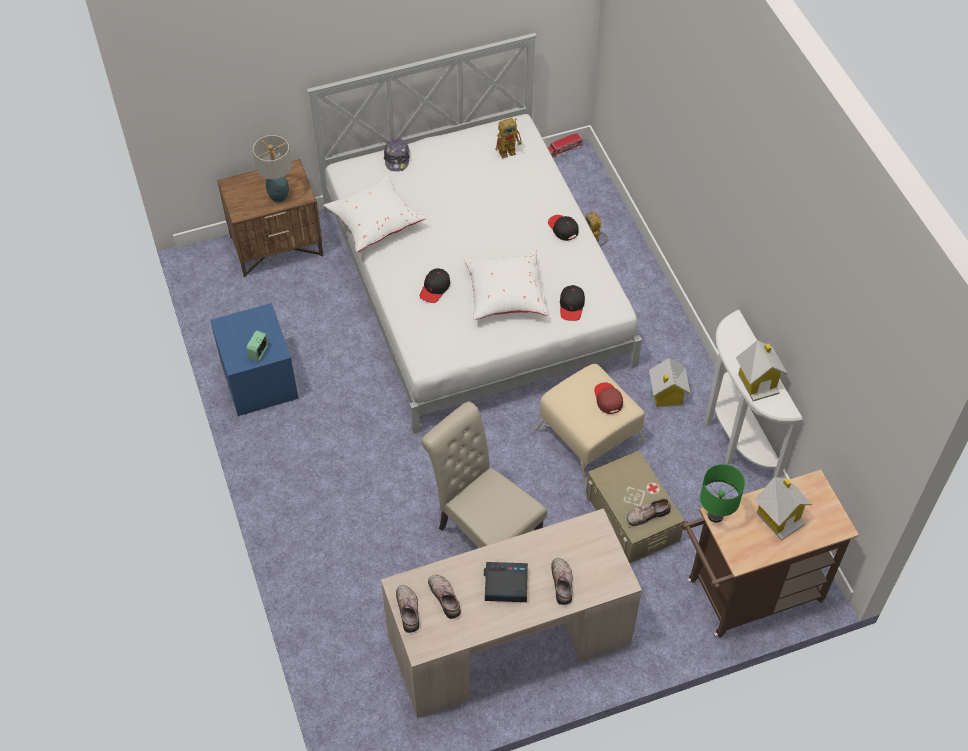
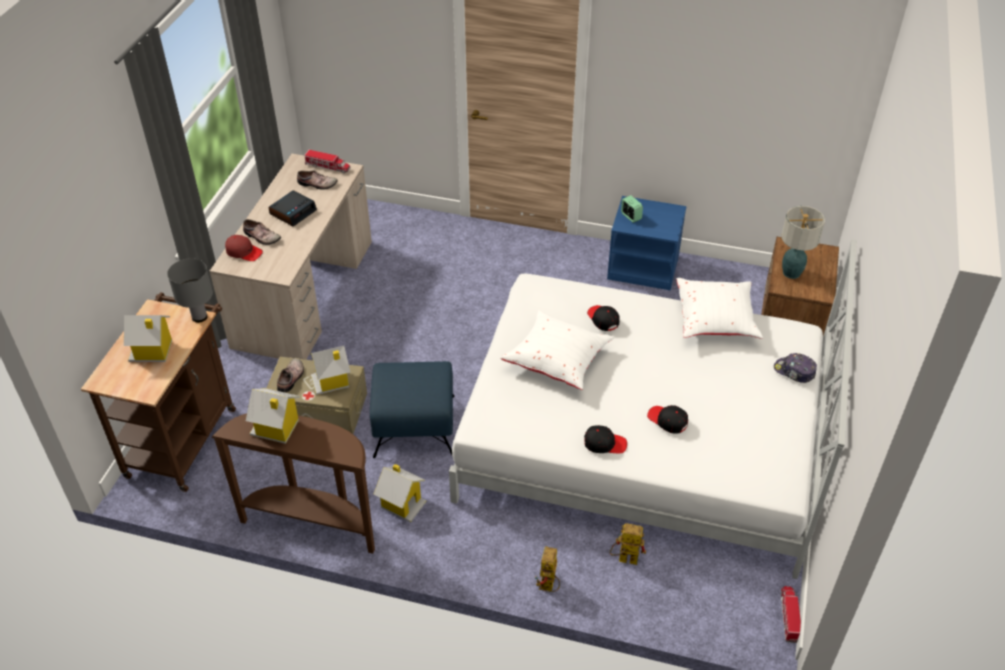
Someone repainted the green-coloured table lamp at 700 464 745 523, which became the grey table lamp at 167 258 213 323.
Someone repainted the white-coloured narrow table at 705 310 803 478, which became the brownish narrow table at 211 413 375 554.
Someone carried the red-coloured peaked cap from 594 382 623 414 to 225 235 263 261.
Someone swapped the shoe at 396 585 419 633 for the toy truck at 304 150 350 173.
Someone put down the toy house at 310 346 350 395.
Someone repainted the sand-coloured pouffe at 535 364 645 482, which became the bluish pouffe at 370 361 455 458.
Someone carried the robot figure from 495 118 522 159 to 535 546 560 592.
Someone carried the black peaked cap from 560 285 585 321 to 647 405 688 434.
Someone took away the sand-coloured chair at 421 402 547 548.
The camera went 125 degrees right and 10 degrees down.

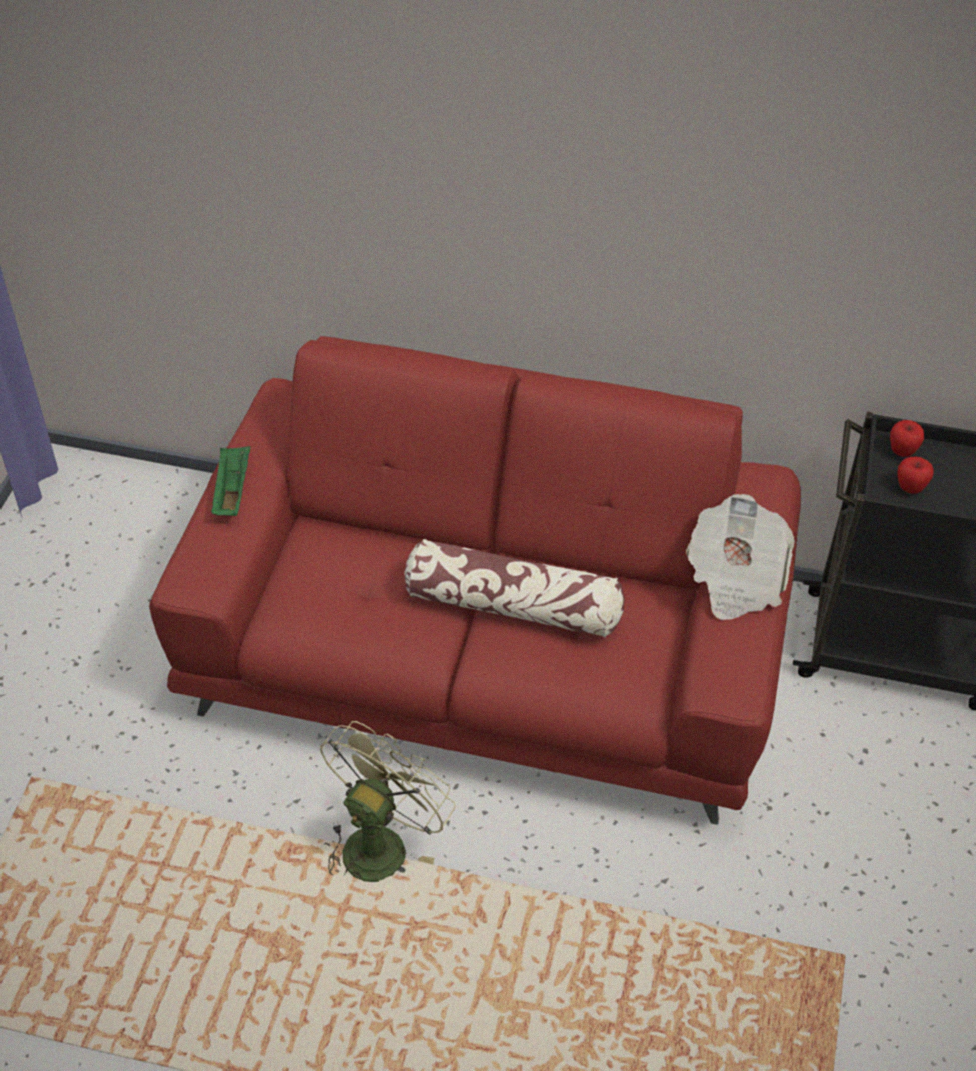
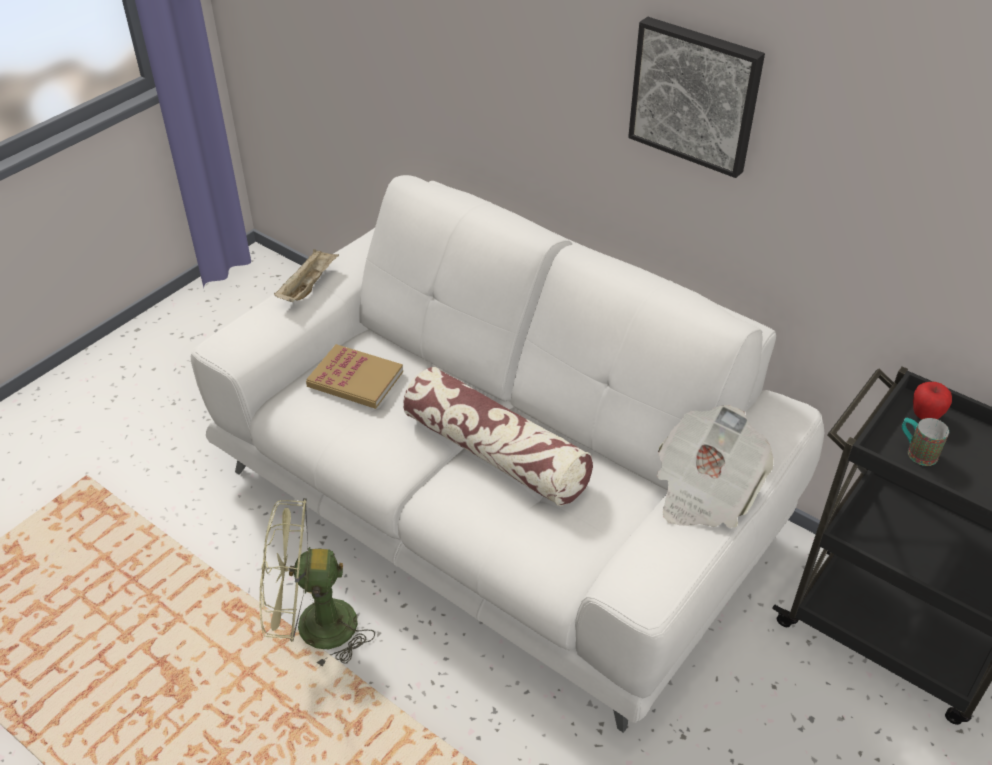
Someone repainted the red-coloured settee at 149 336 801 825, which became the white-coloured settee at 191 175 824 733.
Someone rotated the green-coloured cooling fan at 320 721 455 882 by 150 degrees counterclockwise.
Someone repainted the green-coloured carrying tray at 211 446 251 516, which became the sand-coloured carrying tray at 274 249 339 302.
Someone put down the volume at 306 344 403 409.
Someone put up the wall art at 628 17 765 178.
Someone swapped the apple fruit at 898 457 934 494 for the mug at 902 418 949 466.
The camera went 25 degrees right and 5 degrees down.

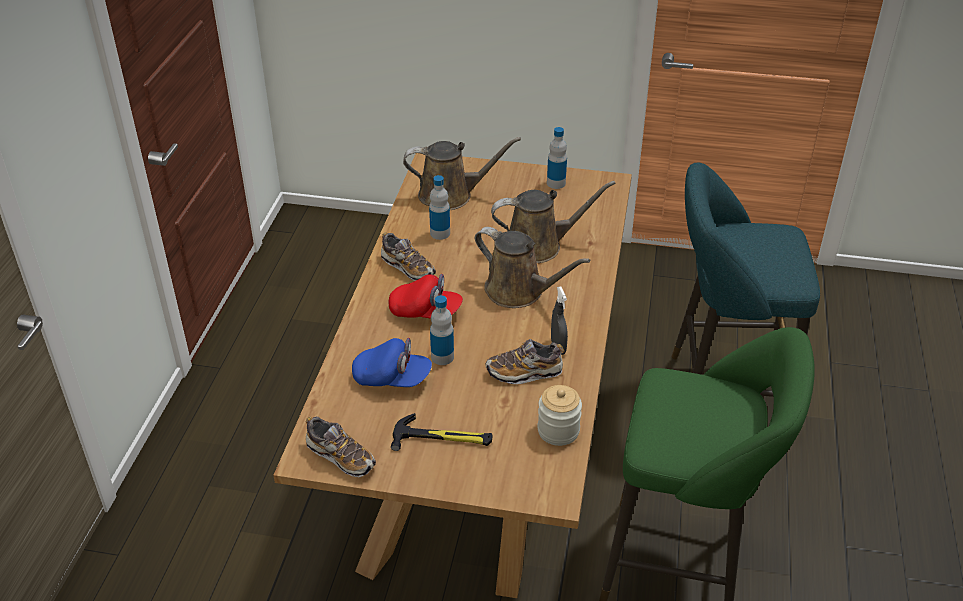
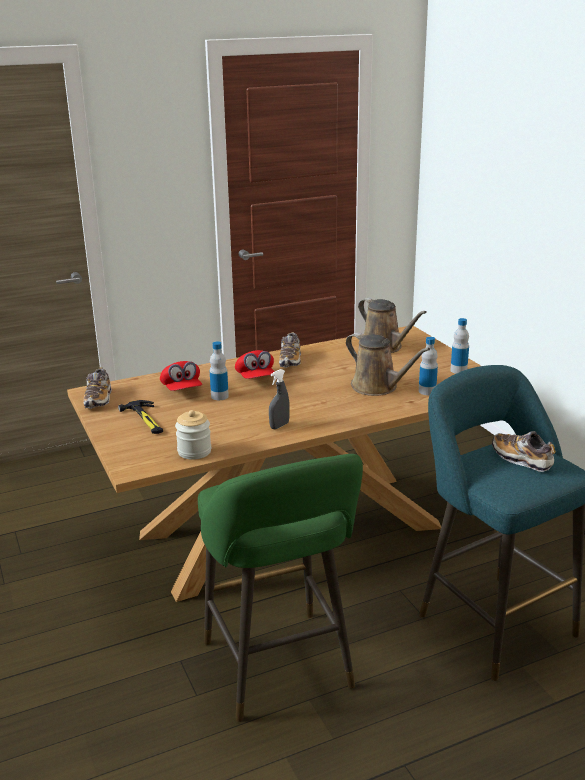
Someone repainted the bluish peaked cap at 352 338 432 387, which became the red-coloured peaked cap at 160 361 202 391.
Someone carried the drink bottle from 429 175 450 240 to 419 337 438 395.
Someone carried the shoe from 485 339 564 384 to 492 431 556 472.
Someone took away the brownish watering pot at 475 227 591 308.
The camera went 55 degrees right and 15 degrees down.

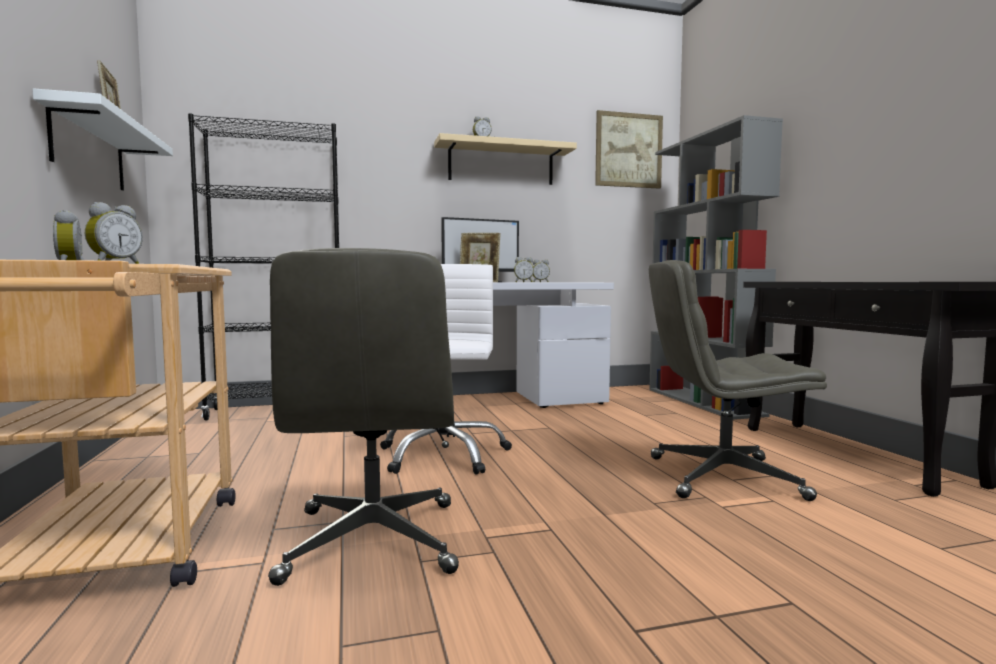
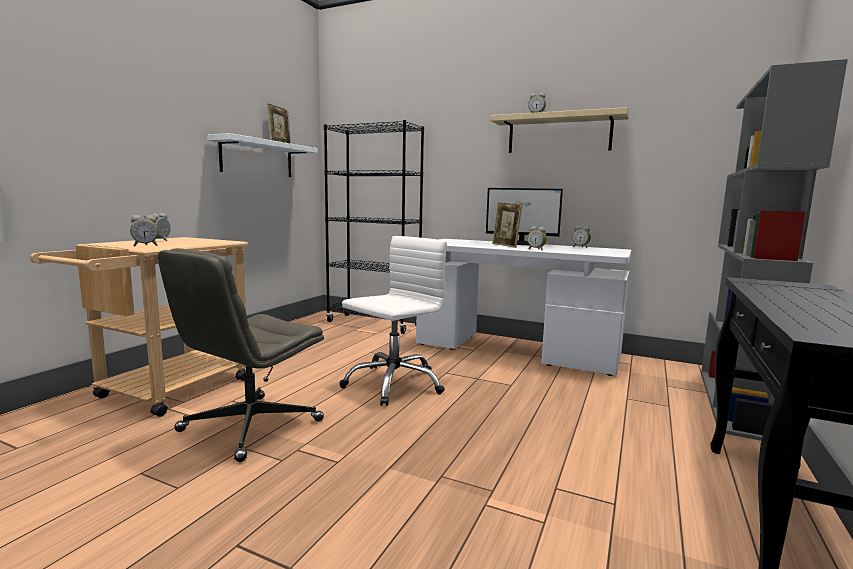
Someone took away the wall art at 595 110 663 189.
Someone took away the grey computer chair at 649 260 827 501.
The camera went 40 degrees right and 5 degrees up.

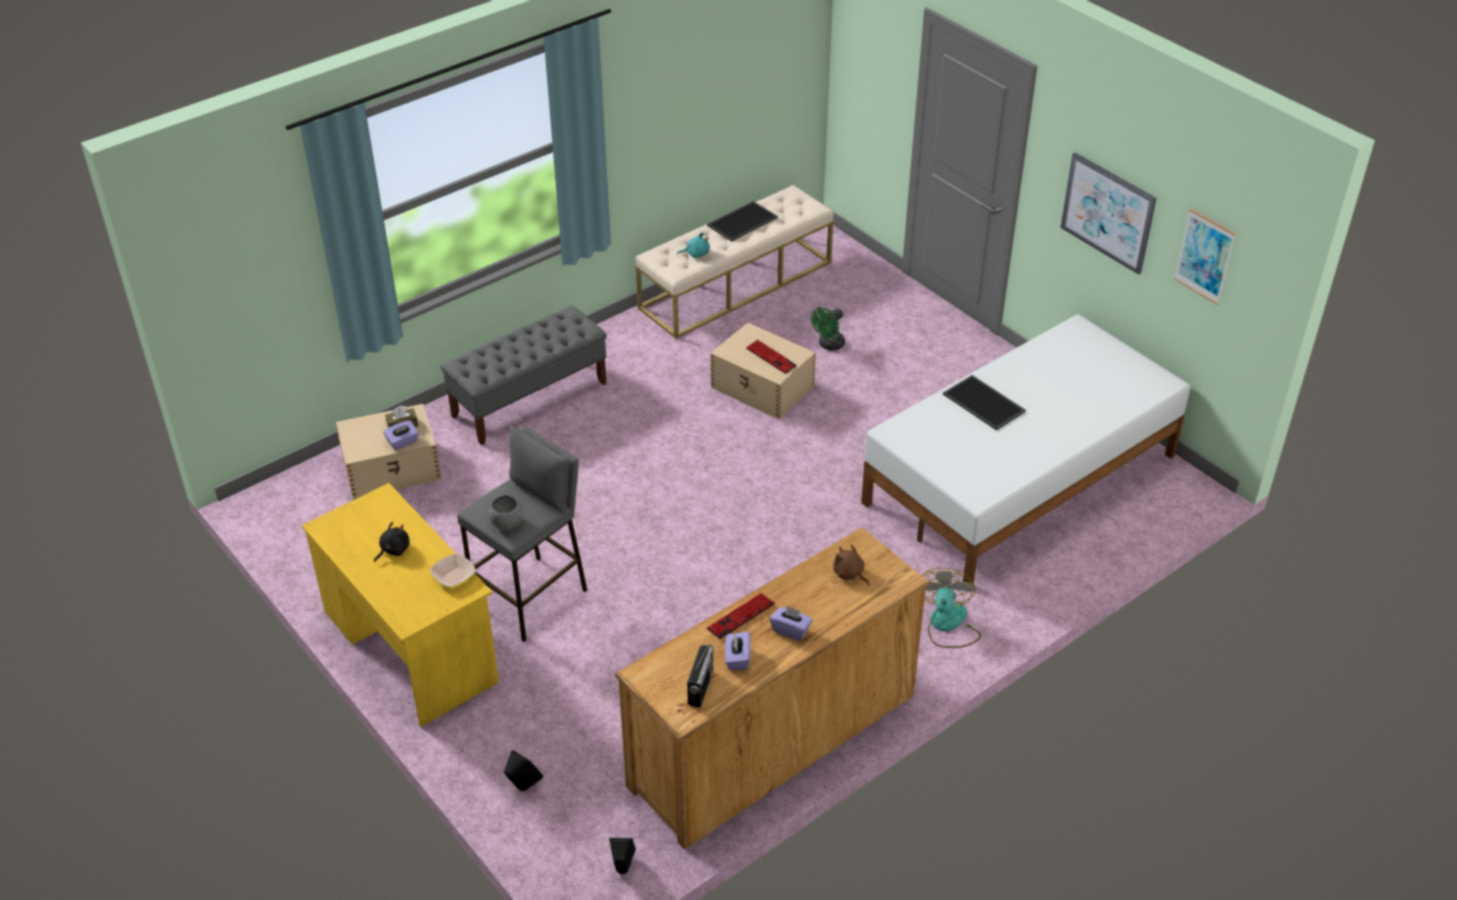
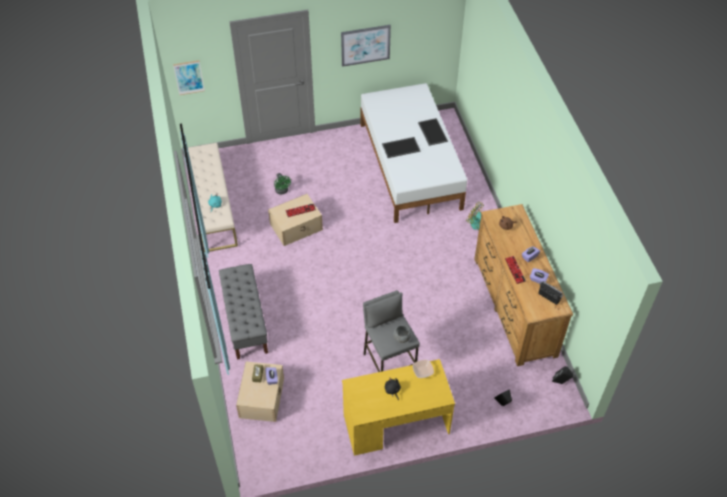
Someone carried the wall art from 1174 209 1236 305 to 173 61 205 95.
Someone carried the carrying tray from 707 201 778 242 to 418 118 448 146.
The camera went 65 degrees left and 10 degrees up.

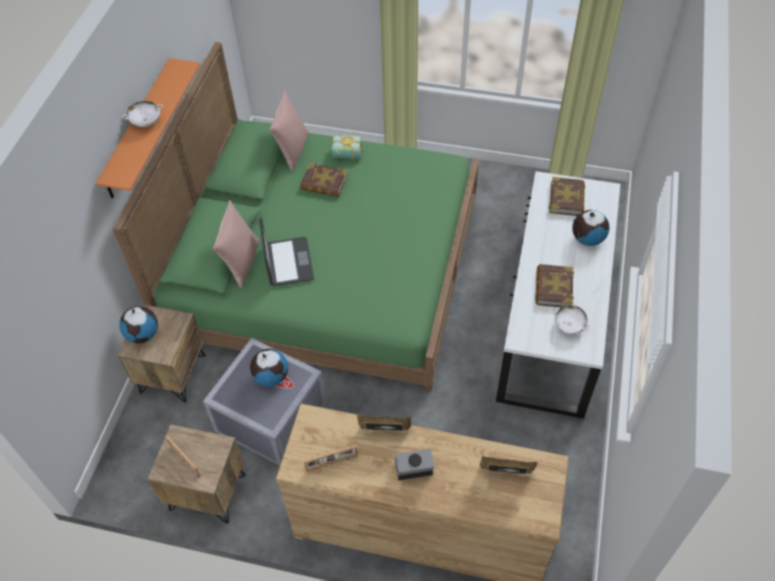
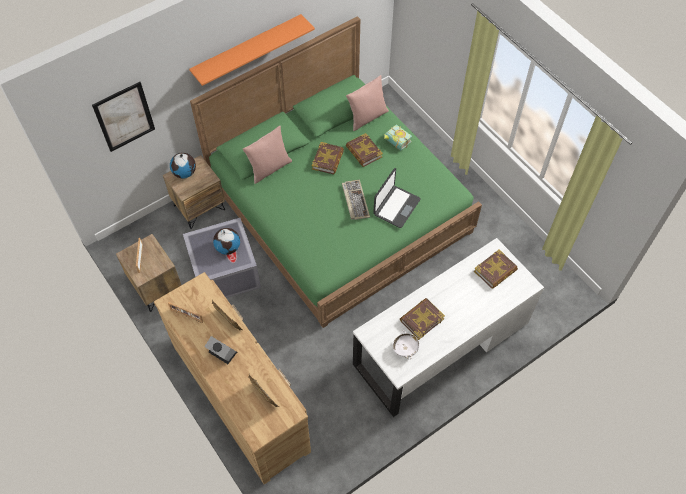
Someone put up the wall art at 92 82 155 152.
Someone put down the volume at 312 142 344 174.
Someone put down the keyboard at 342 180 370 220.
Someone carried the portable computer from 259 217 314 286 to 373 168 421 228.
Someone took away the white-coloured serving bowl at 122 101 163 127.
Someone took away the globe at 572 210 609 246.
The camera went 40 degrees right and 5 degrees up.

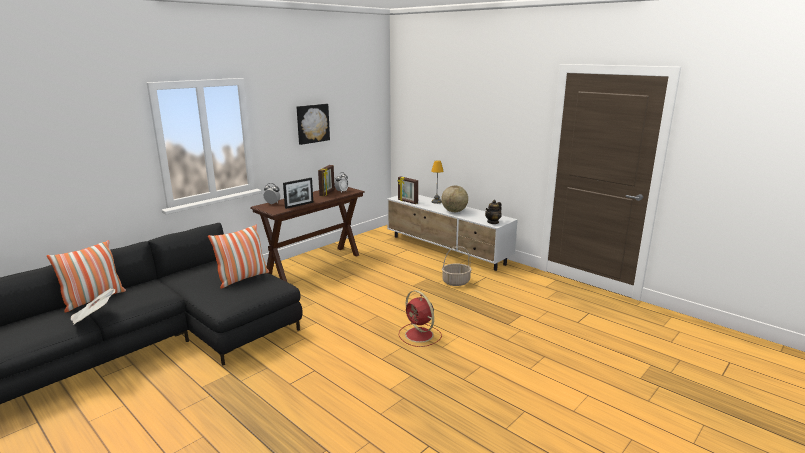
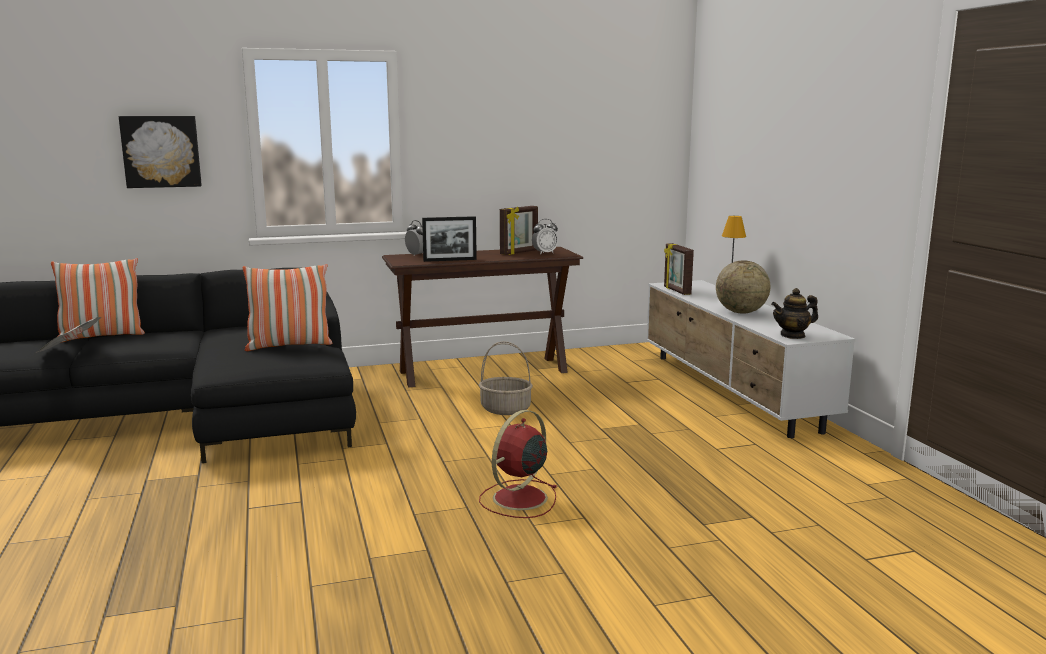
Someone carried the wall art from 297 104 330 145 to 119 116 202 188.
Someone carried the storage basket from 442 246 472 286 to 479 341 533 415.
Someone rotated the red-coloured cooling fan at 399 290 442 347 by 45 degrees clockwise.
The camera went 30 degrees right and 5 degrees down.

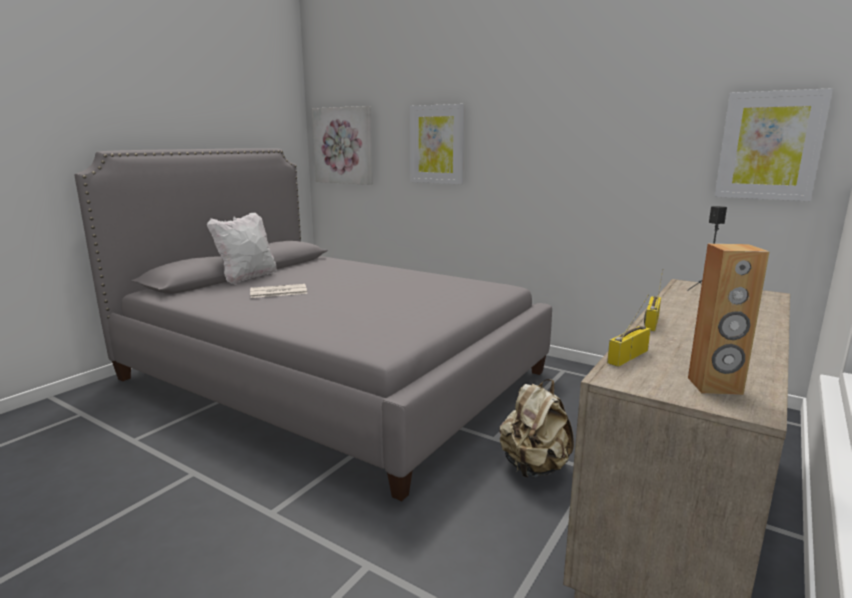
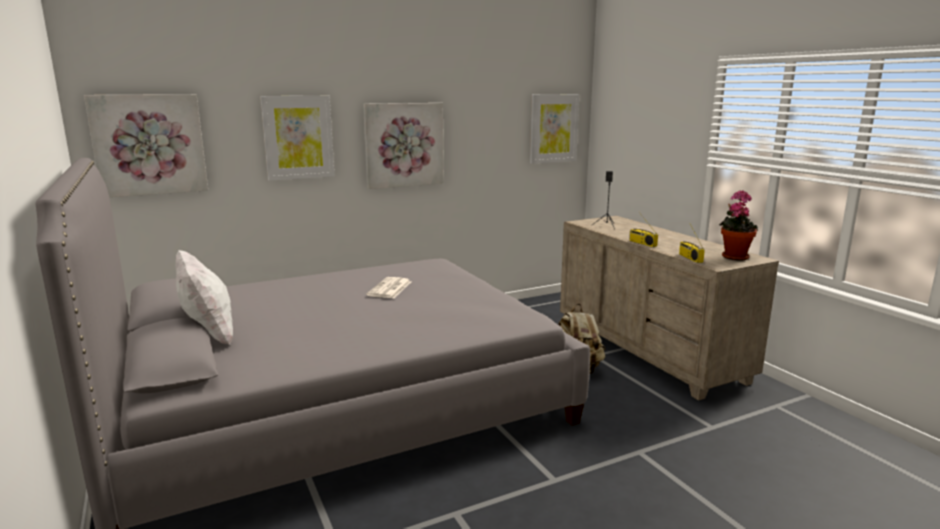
Someone put up the wall art at 363 103 444 189.
Someone carried the daily paper from 250 284 307 298 to 366 277 411 298.
Someone swapped the brownish loudspeaker at 688 244 769 395 for the potted plant at 719 190 758 261.
The camera went 60 degrees left and 0 degrees up.

